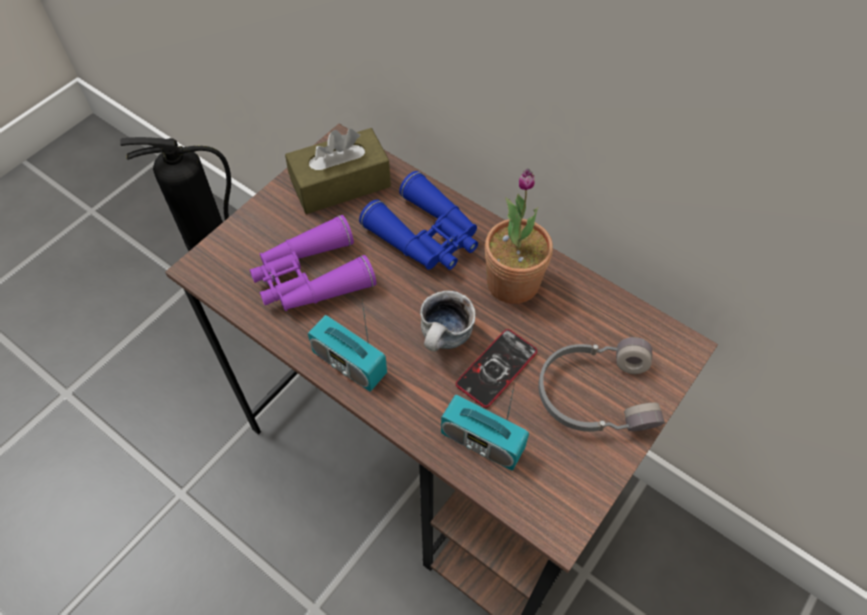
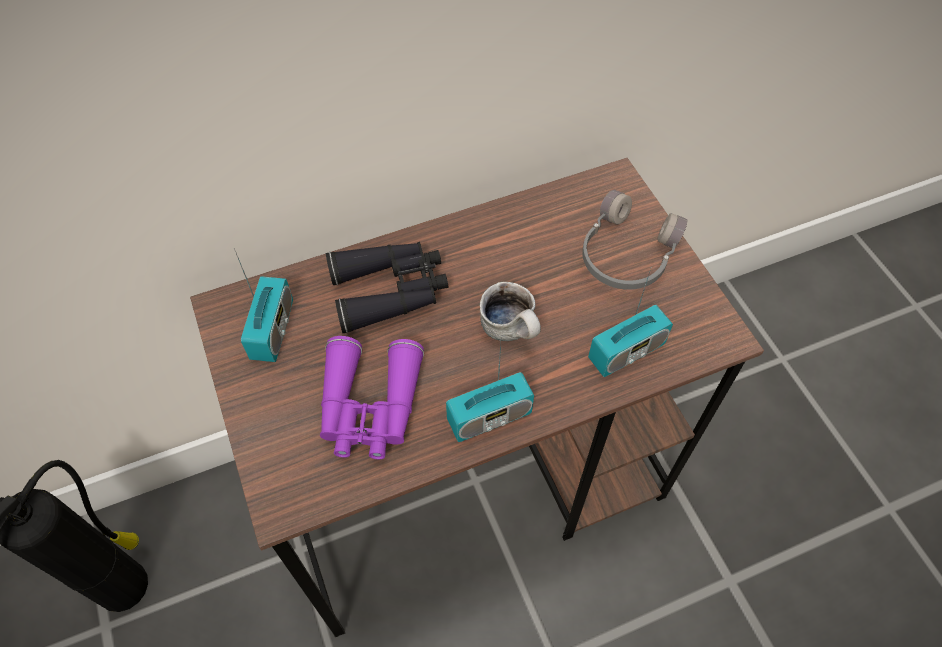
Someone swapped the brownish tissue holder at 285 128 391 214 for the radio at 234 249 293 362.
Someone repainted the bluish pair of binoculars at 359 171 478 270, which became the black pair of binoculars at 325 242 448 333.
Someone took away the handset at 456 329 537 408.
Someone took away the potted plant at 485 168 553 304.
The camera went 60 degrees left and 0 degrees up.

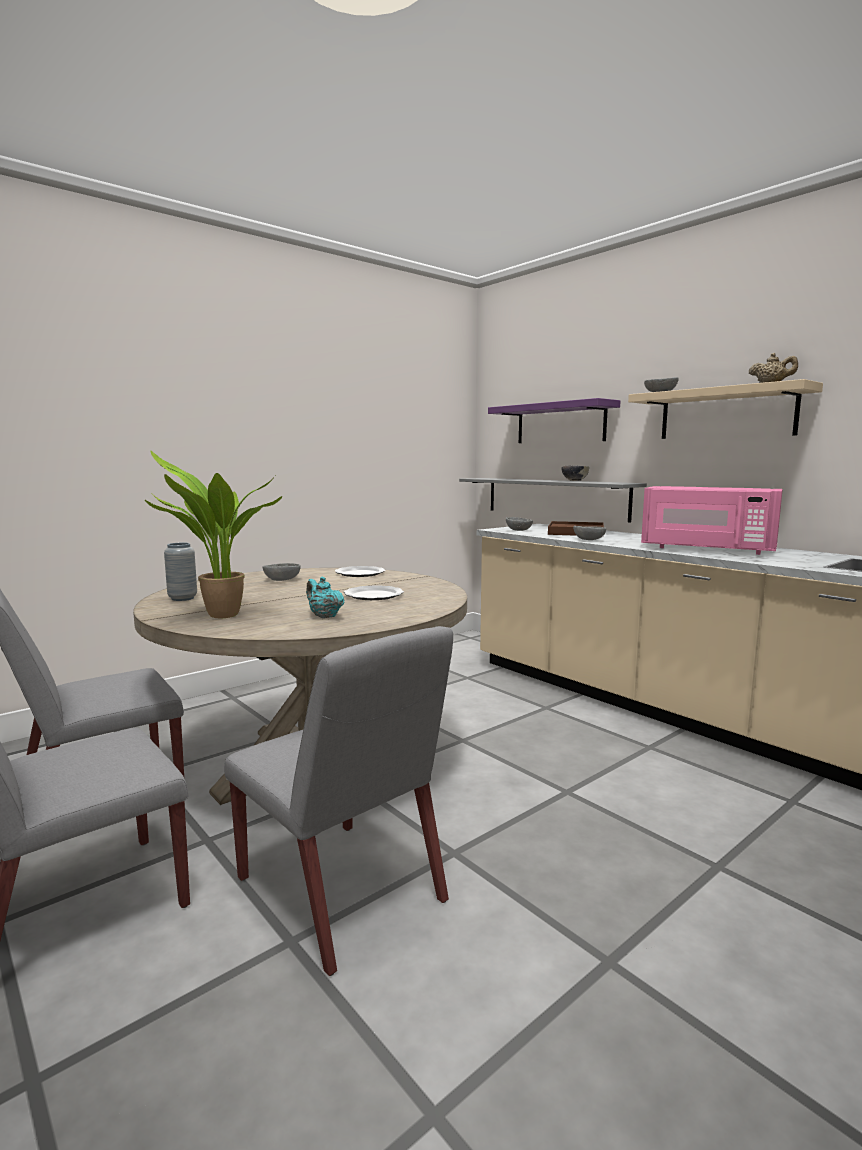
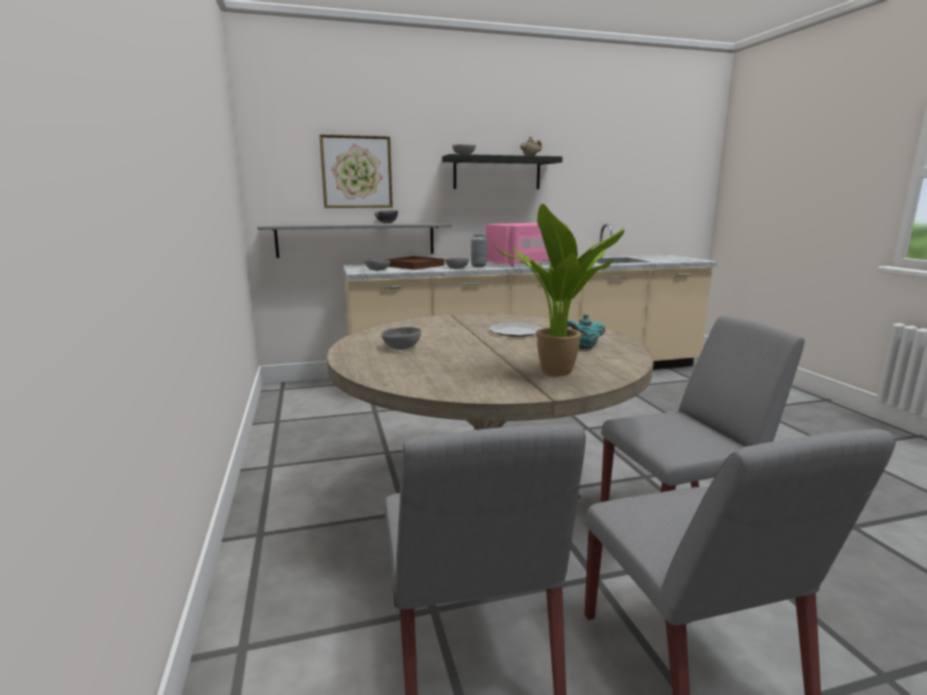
Someone swapped the purplish bracket shelf at 488 398 620 443 for the wall art at 319 135 393 208.
Someone repainted the sand-coloured bracket shelf at 628 379 823 439, which became the black bracket shelf at 442 154 563 189.
Someone carried the grey flower vase from 164 543 197 601 to 471 234 487 267.
Someone took away the plate at 335 566 385 577.
The camera went 65 degrees left and 5 degrees up.

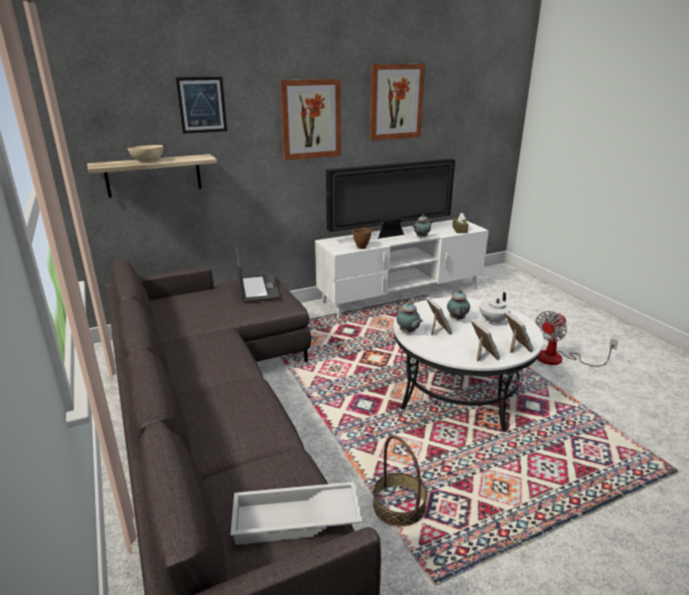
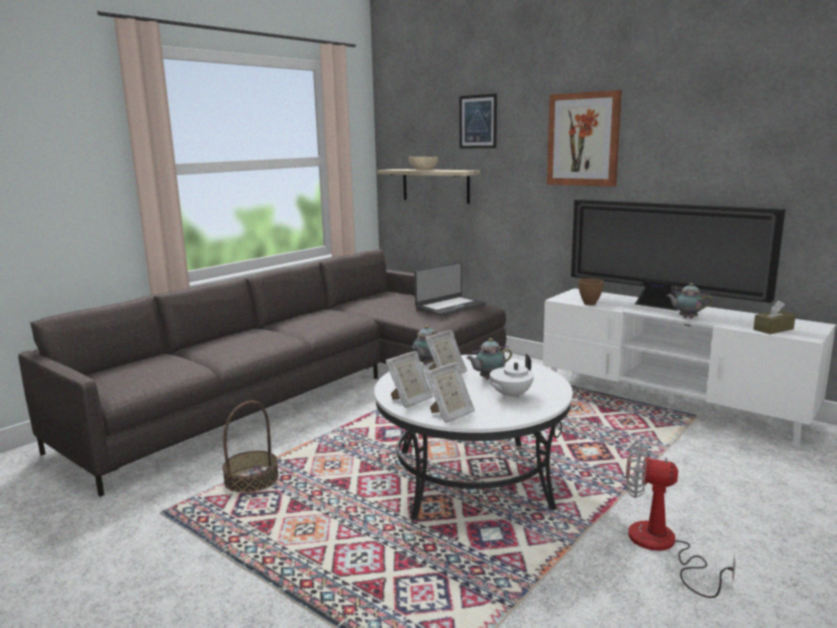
Someone rotated the white-coloured teapot at 479 292 511 324 by 60 degrees counterclockwise.
Someone took away the white-coloured carrying tray at 230 482 362 545.
Someone took away the wall art at 370 64 425 141.
The camera went 65 degrees right and 10 degrees down.

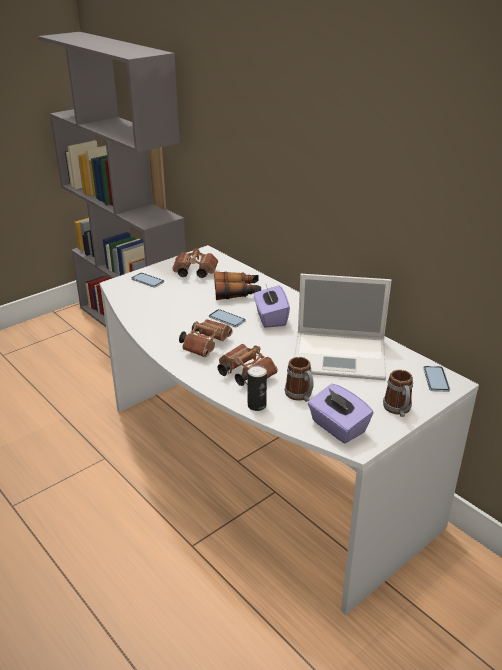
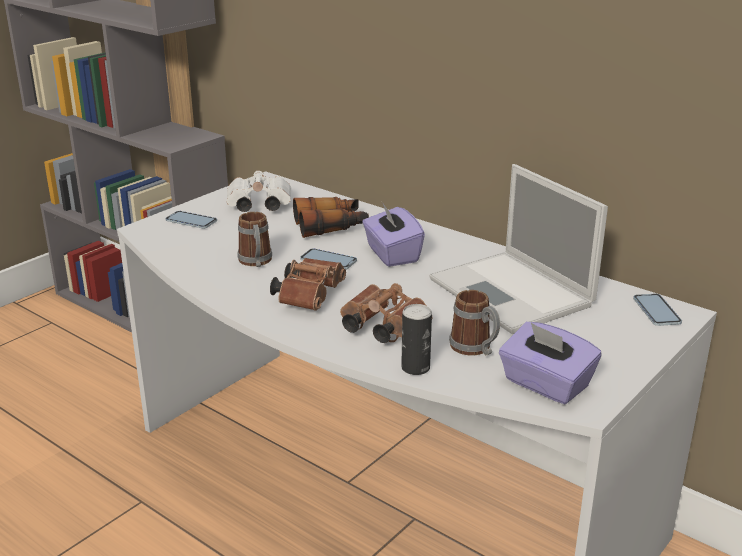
Someone repainted the brownish pair of binoculars at 172 249 218 278, which became the white-coloured pair of binoculars at 226 170 291 212.
Someone carried the mug from 383 370 413 417 to 238 212 272 267.
Someone rotated the portable computer at 294 274 392 380 by 60 degrees clockwise.
The camera went 10 degrees left and 5 degrees down.

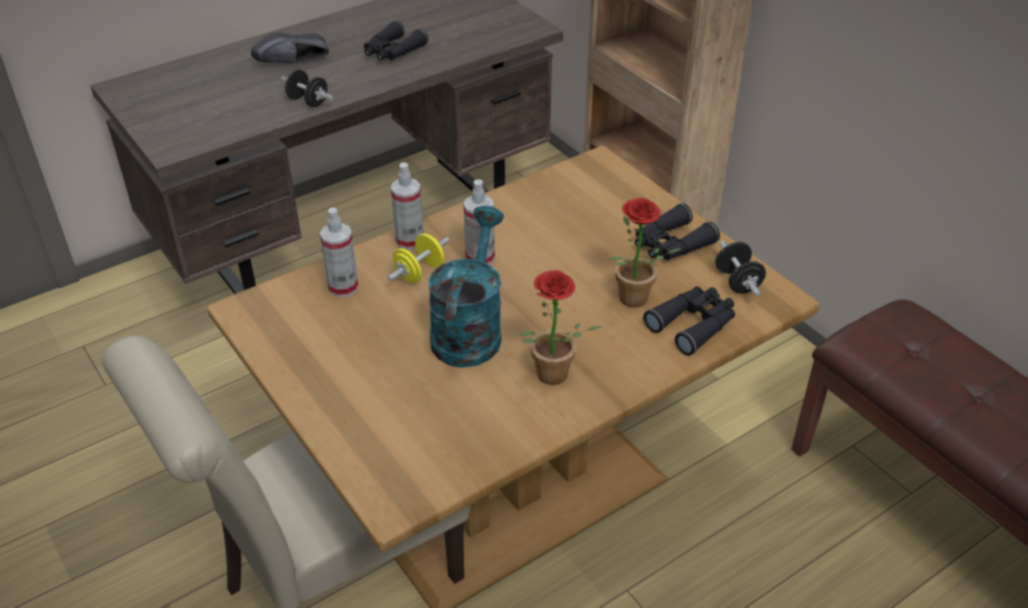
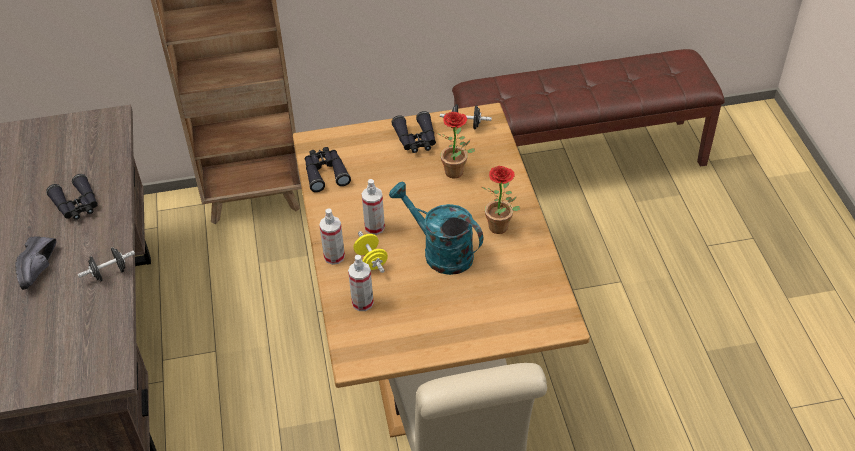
Someone carried the black pair of binoculars from 643 287 735 356 to 305 147 351 192.
The camera went 65 degrees left and 5 degrees up.

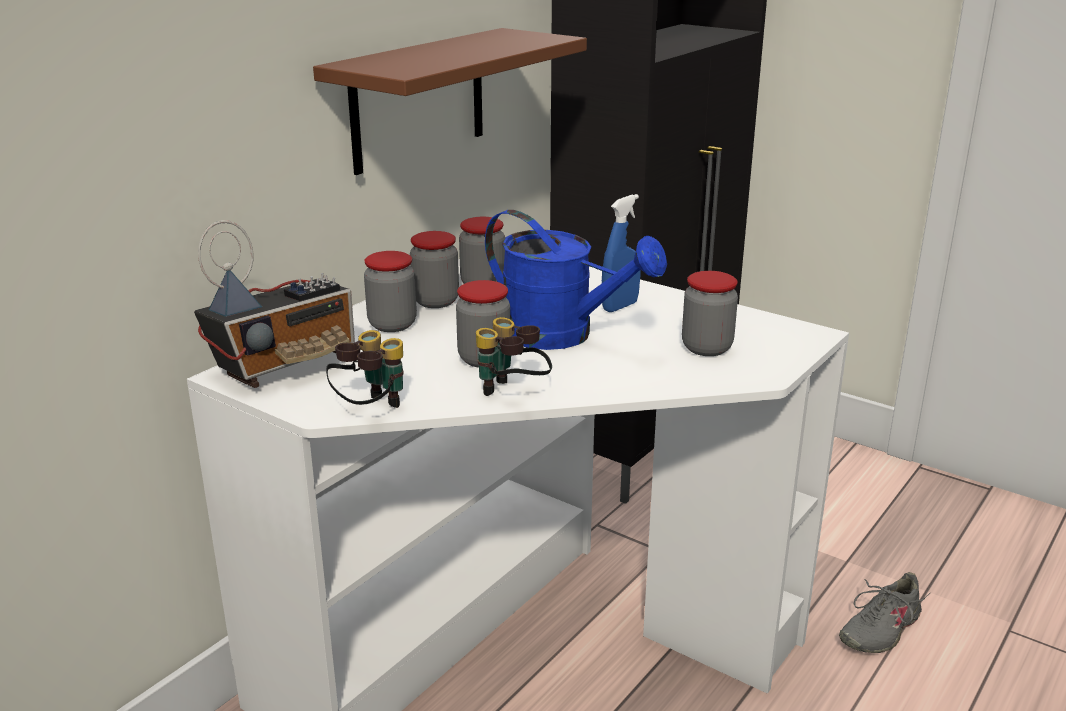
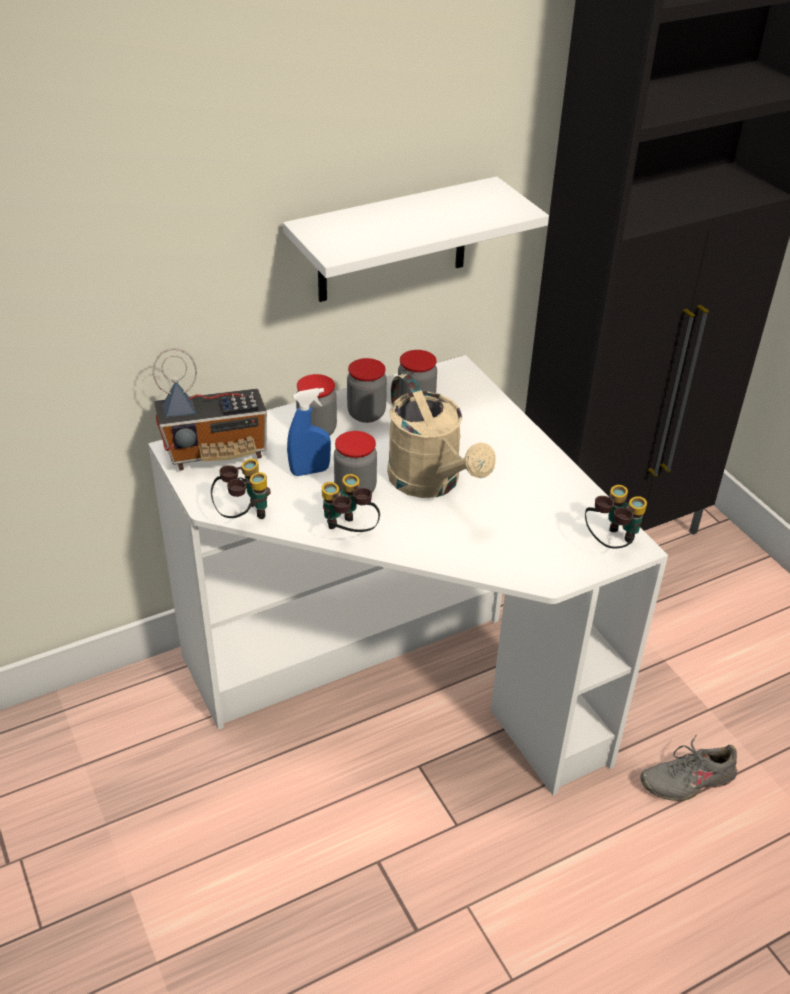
Someone repainted the brownish bracket shelf at 313 28 587 175, which became the white-coloured bracket shelf at 283 176 549 302.
Someone carried the bluish sprayer from 602 194 641 312 to 287 388 331 476.
Someone repainted the bluish watering pot at 485 210 667 350, which became the sand-coloured watering pot at 387 373 496 498.
Someone put down the pair of binoculars at 585 485 647 549.
Someone took away the preserve jar at 682 271 738 356.
The camera went 25 degrees right and 15 degrees up.

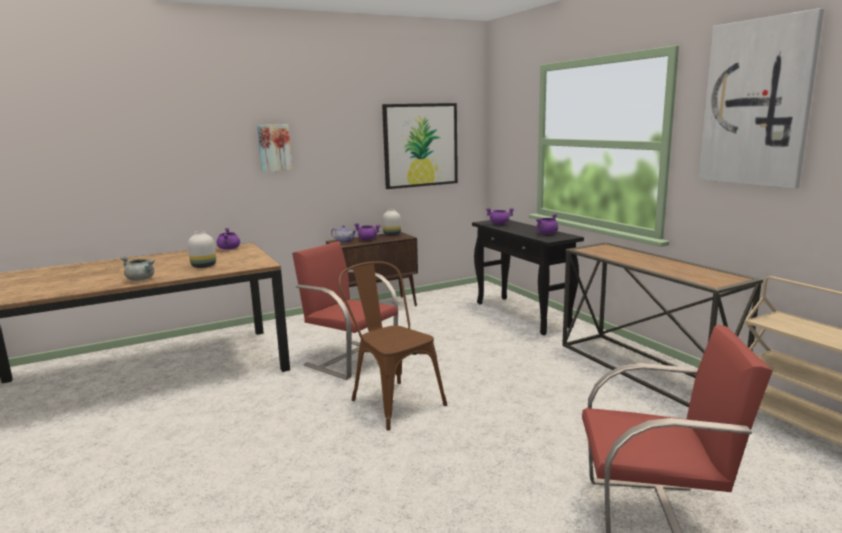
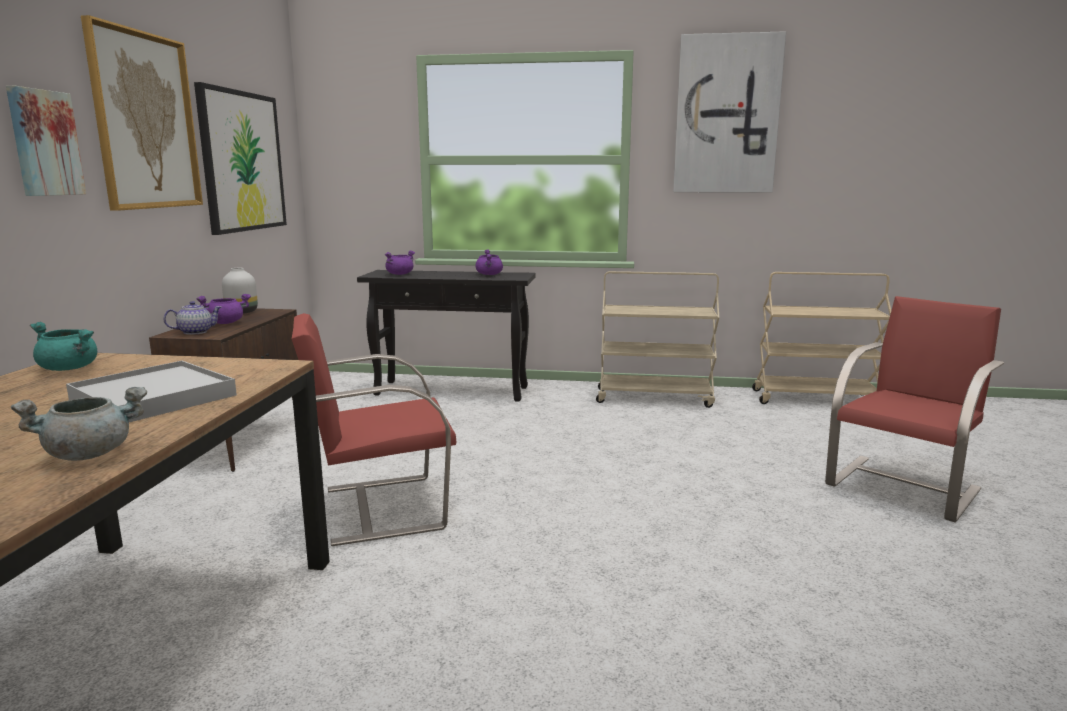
Someone repainted the purplish saucepot at 217 228 240 250, which became the turquoise saucepot at 30 322 97 371.
Someone swapped the white-coloured flower vase at 188 231 216 268 for the white-coloured carrying tray at 66 361 237 422.
Someone put up the wall art at 81 15 203 211.
Someone swapped the narrow table at 562 243 763 407 for the sand-coloured trolley at 596 271 719 408.
Someone took away the brownish chair at 338 261 447 431.
The camera went 55 degrees left and 0 degrees up.

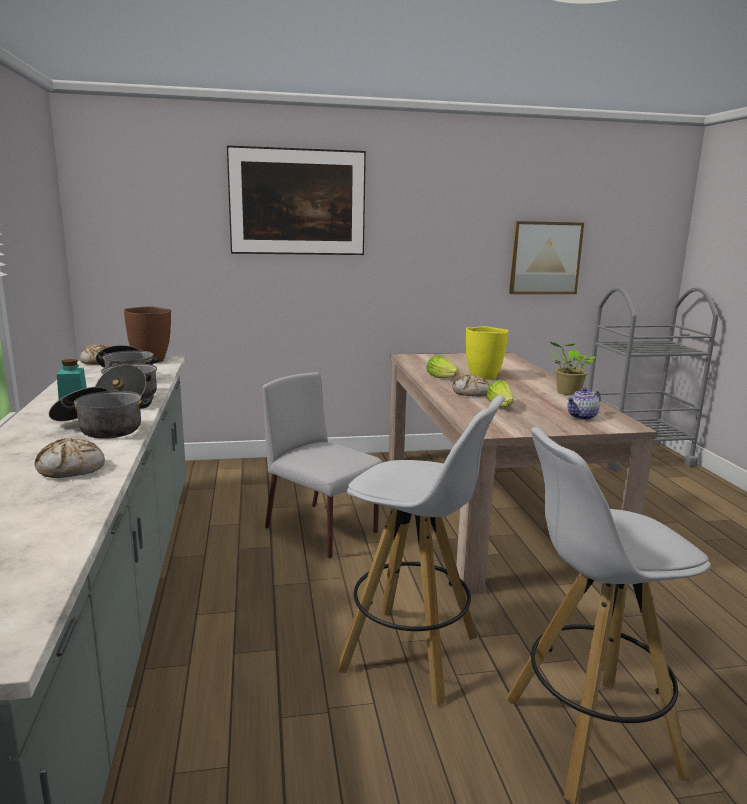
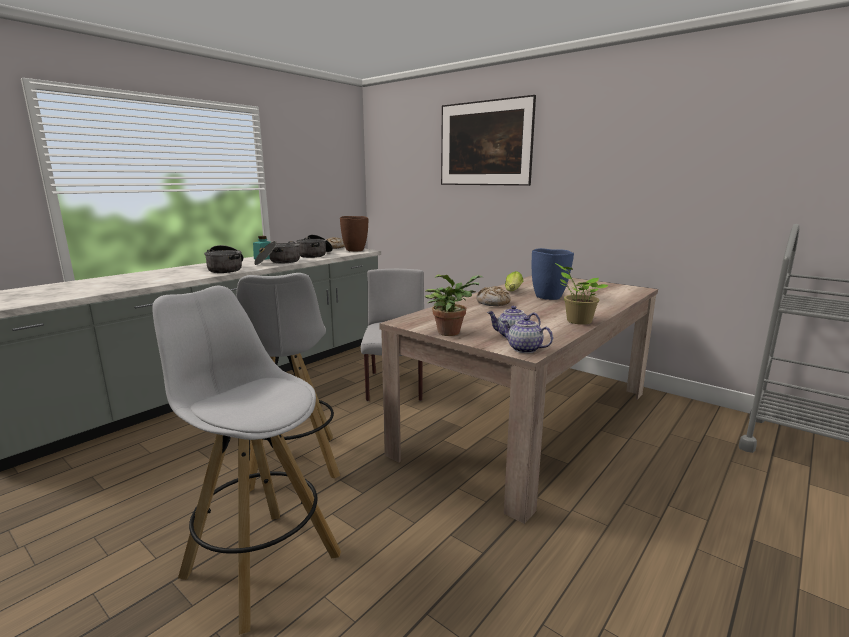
Someone put down the potted plant at 425 274 483 336.
Someone put down the teapot at 501 317 553 353.
Someone repainted the yellow flower vase at 466 326 509 379, which became the bluish flower vase at 532 248 574 300.
Someone took away the bakery bread at 35 438 105 478.
Someone took away the lettuce head at 487 380 514 407.
Someone took away the wall art at 509 221 584 294.
The camera went 50 degrees right and 0 degrees up.

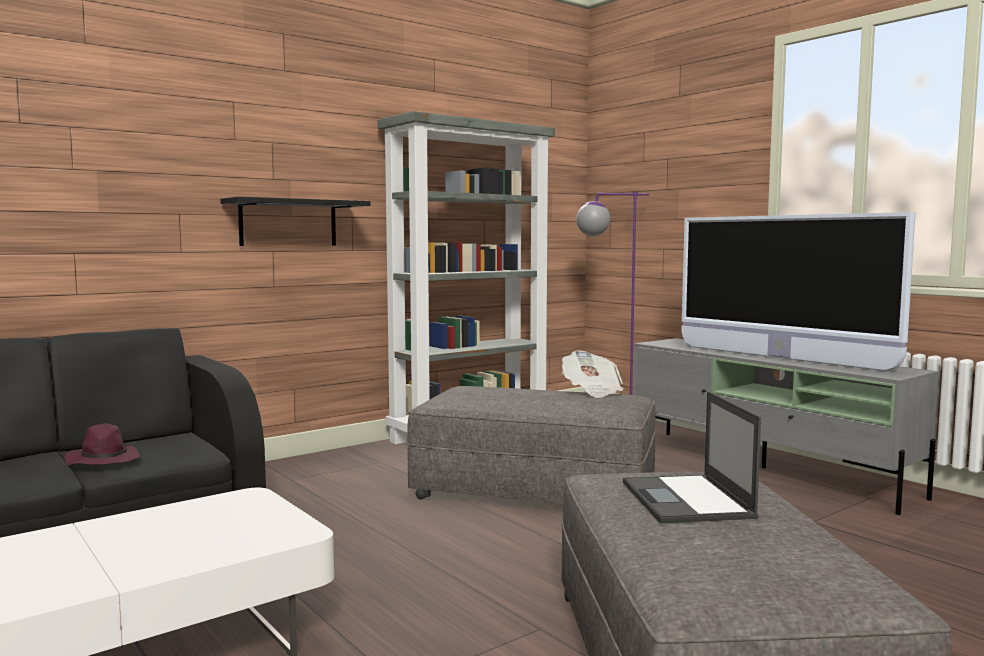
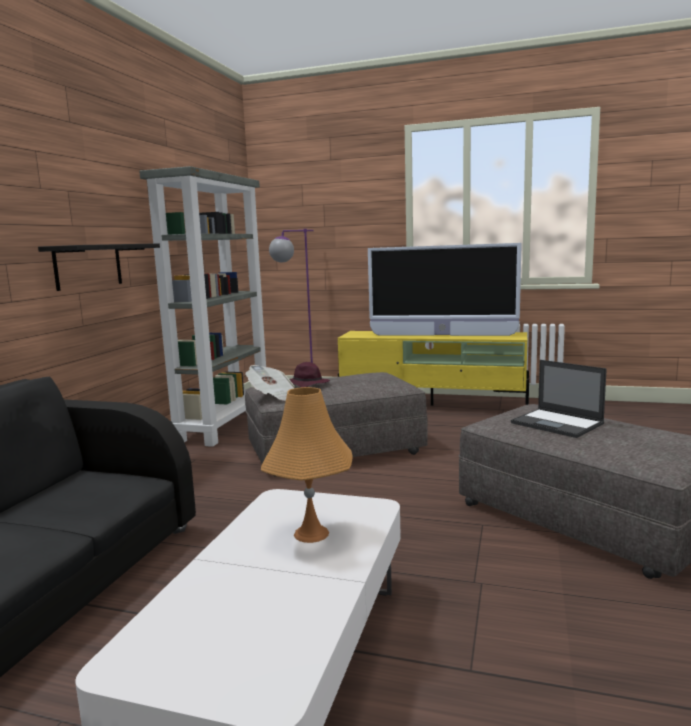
Someone carried the daily paper from 562 350 624 398 to 245 365 295 401.
Someone put down the orange-coloured table lamp at 261 387 353 543.
Someone carried the purplish hat from 65 423 140 466 to 289 362 330 387.
Someone repainted the grey tv stand at 633 338 938 515, which became the yellow tv stand at 338 331 529 406.
The camera went 35 degrees left and 5 degrees up.

